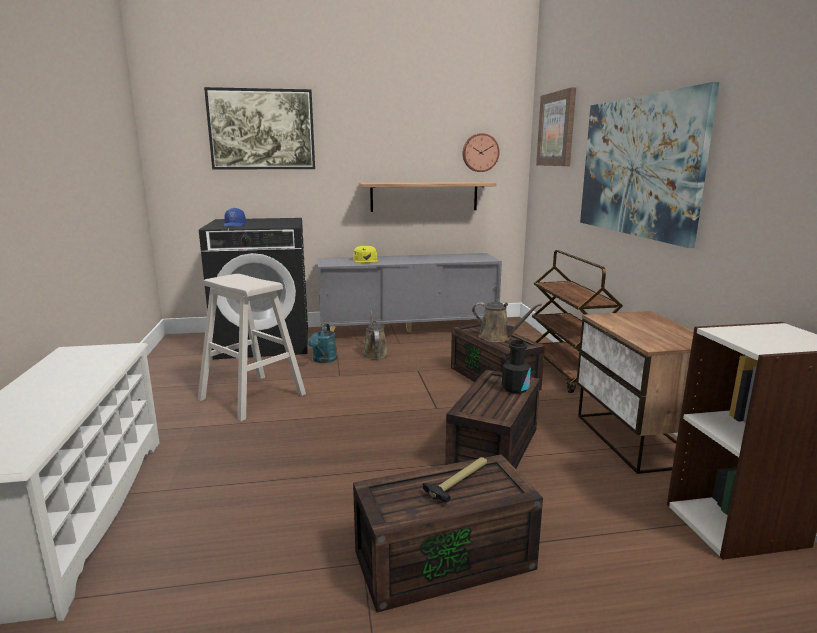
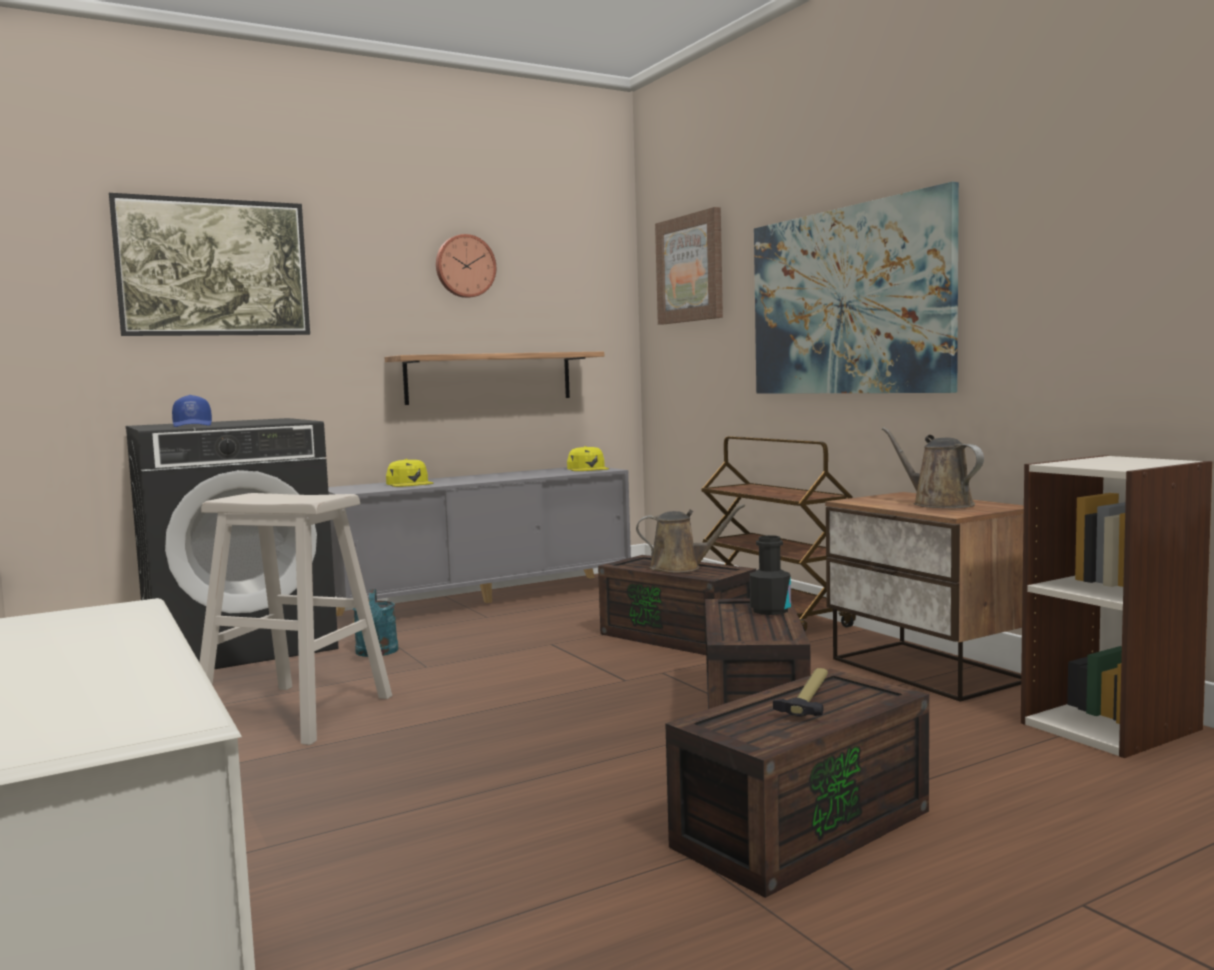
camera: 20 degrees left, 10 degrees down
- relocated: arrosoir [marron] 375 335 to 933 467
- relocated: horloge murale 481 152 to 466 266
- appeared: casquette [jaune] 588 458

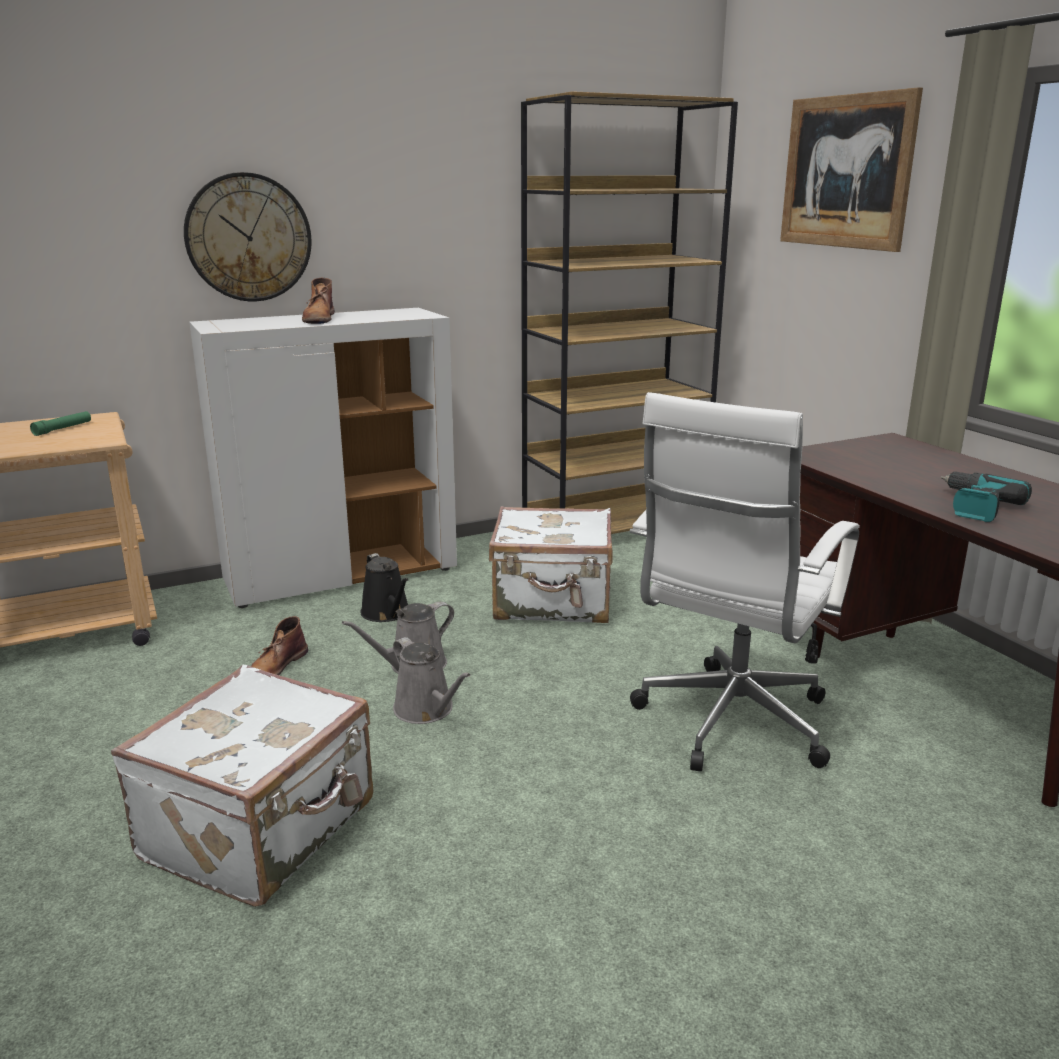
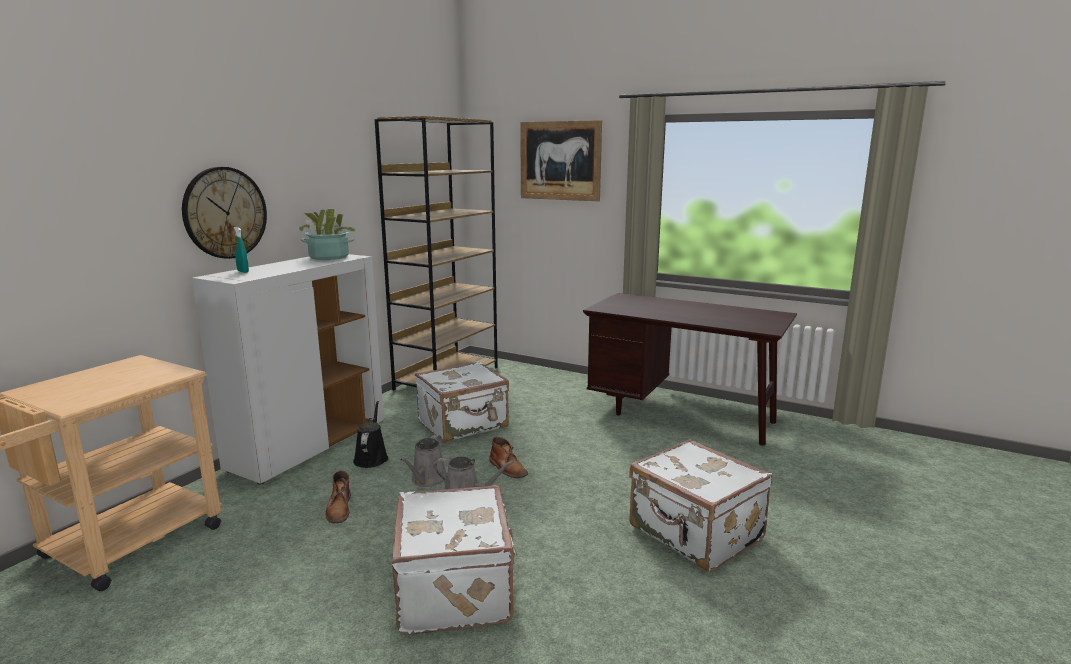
camera: 35 degrees left, 5 degrees down
- missing: lampe de poche [vert] 60 423
- relocated: botte [marron] 318 300 to 508 457
- spun: arrosoir [noir] 384 587 = 370 434 120 degrees counterclockwise
- missing: chaise de bureau [blanc] 745 581
- missing: perceuse 986 496
- appeared: vaporisateur [turquoise] 241 250
- appeared: plante en pot 326 234
- appeared: valise [blanc] 701 505

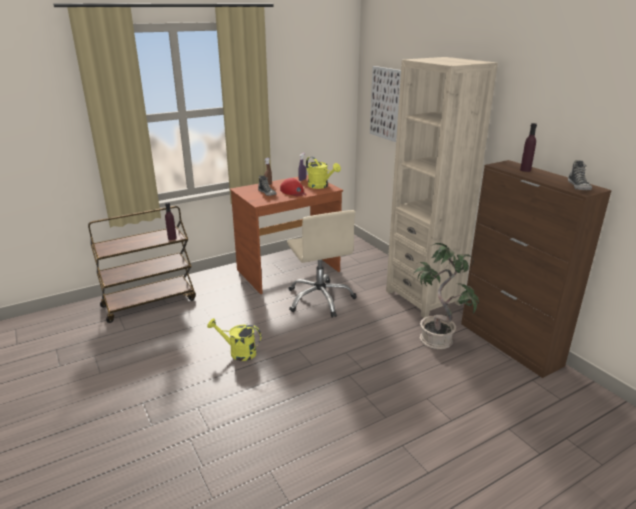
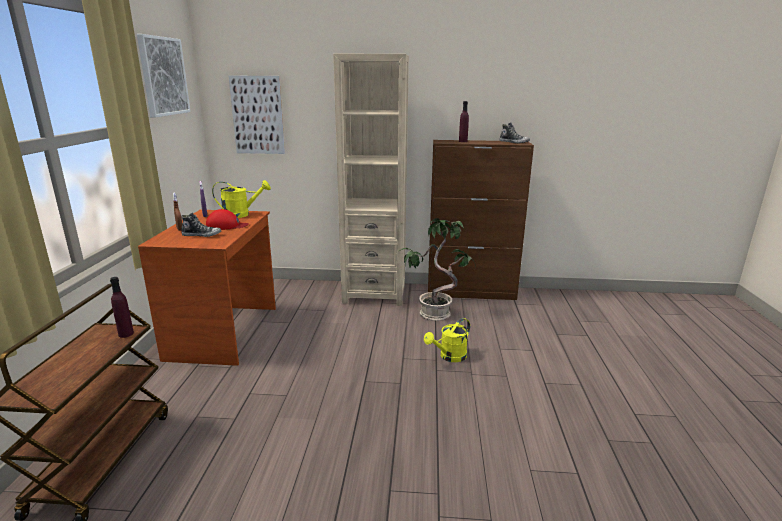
camera: 55 degrees left, 5 degrees down
- relocated: arrosoir [jaune] 234 339 to 447 340
- missing: chaise de bureau [beige] 322 263
- appeared: tableau 164 76

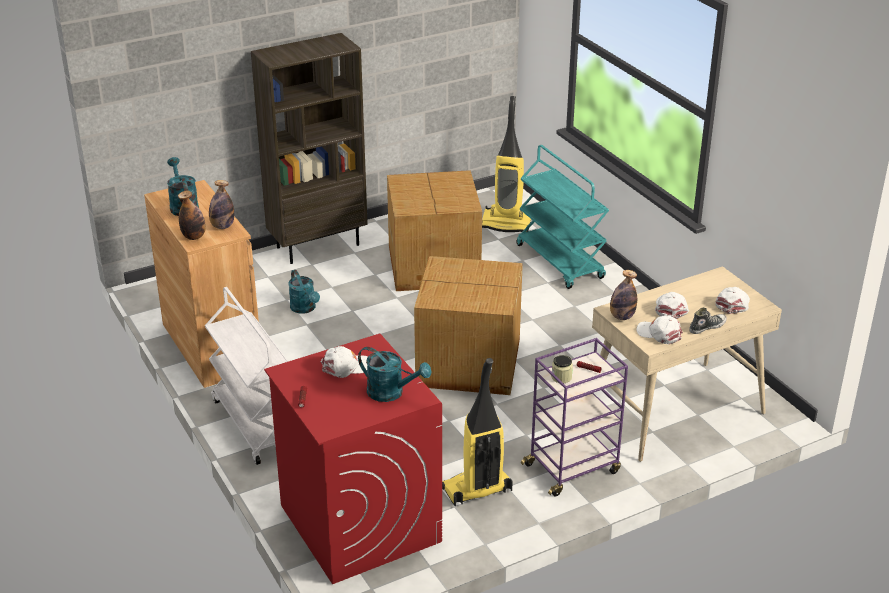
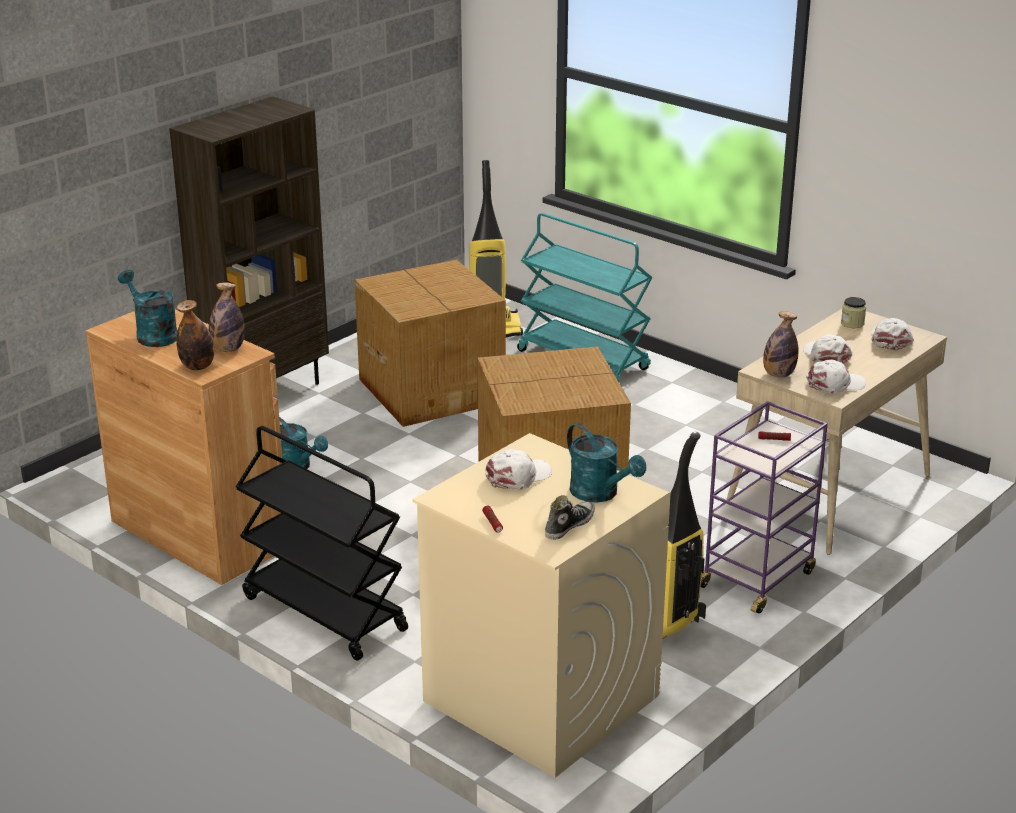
camera: 20 degrees left, 5 degrees down
- colour: chariot [blanc] 247 376 to chariot [noir] 322 543
- colour: lave-linge [rouge] 353 459 to lave-linge [beige] 541 605
- spun: arrosoir [turquoise] 395 374 = 606 463 45 degrees clockwise
- relocated: bocal 562 369 to 853 312
- spun: casquette [blanc] 659 329 = 836 376 150 degrees clockwise
- relocated: chaussure 708 320 to 570 517

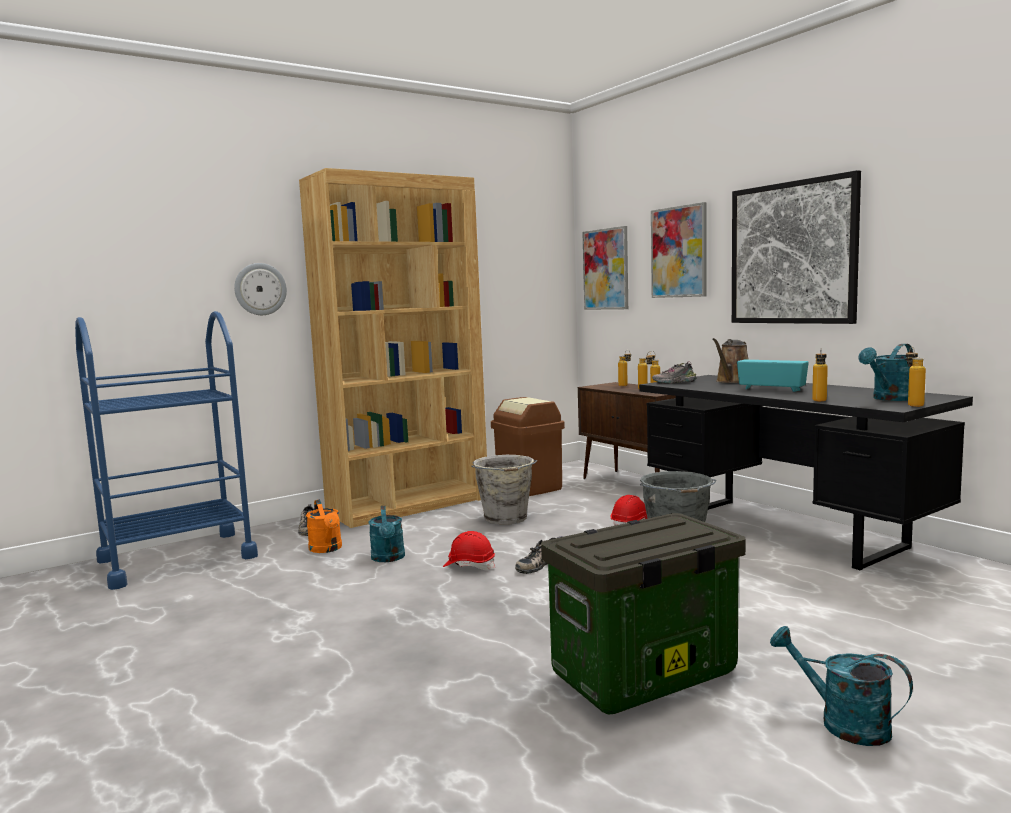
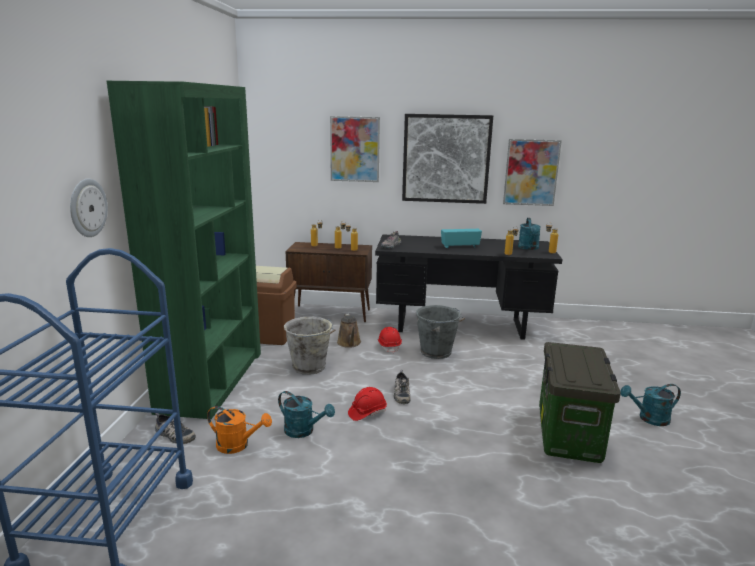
camera: 50 degrees left, 10 degrees up
- colour: bibliothèque [marron] 393 348 to bibliothèque [vert] 183 250
- relocated: tableau 605 268 to 532 172
- relocated: arrosoir [marron] 730 360 to 349 331

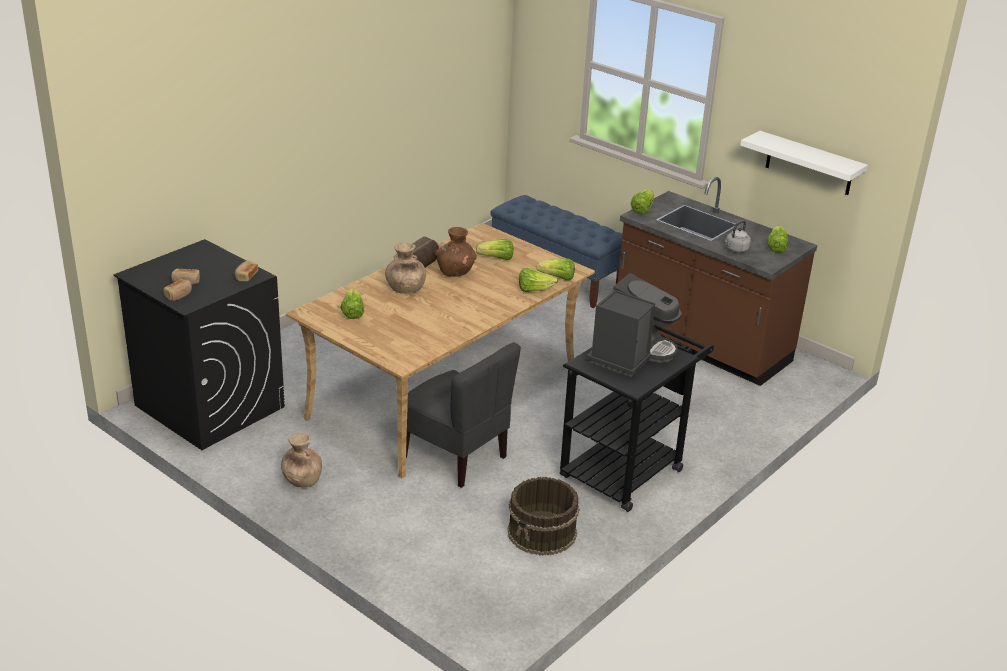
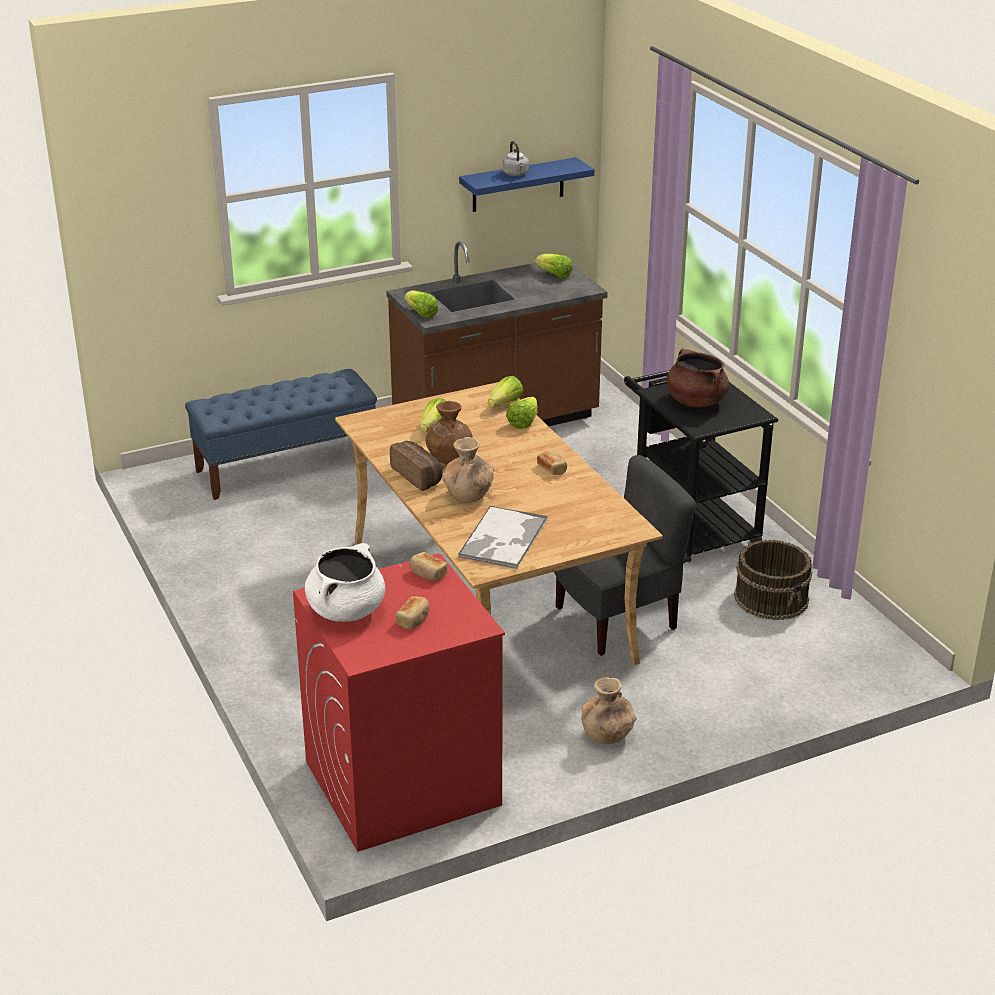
camera: 65 degrees left, 0 degrees up
- colour: lave-linge [noir] 199 344 to lave-linge [rouge] 399 702
- relocated: pain 178 290 to 552 462
- exchanged: laitue 352 303 to plateau 503 537
- exchanged: machine à café 634 325 to marmite [marron] 697 377
- relocated: bouilloire [gris] 738 237 to 515 158
- colour: étagère [blanc] 804 163 to étagère [bleu] 526 184
- appeared: marmite [blanc] 345 582

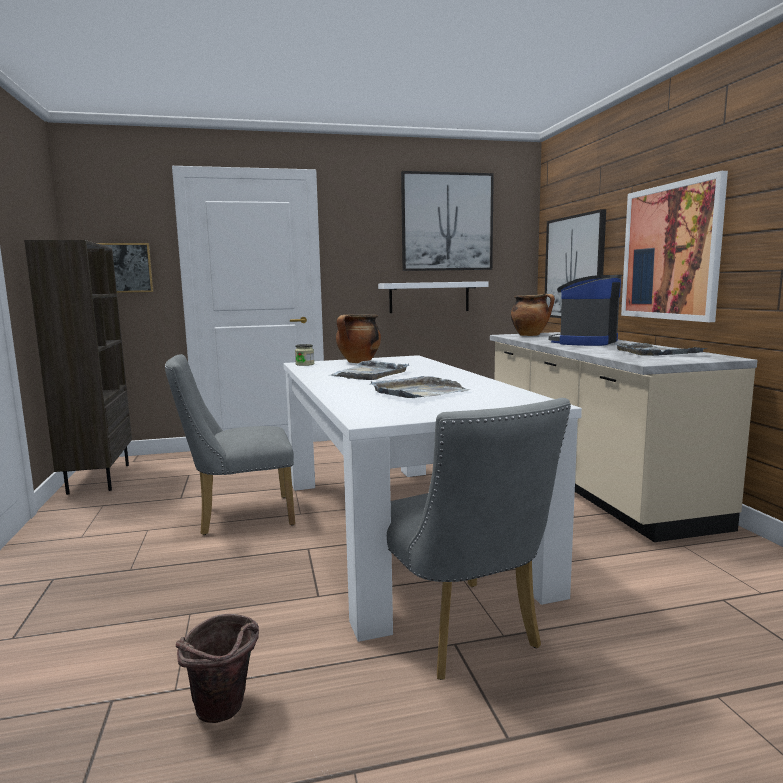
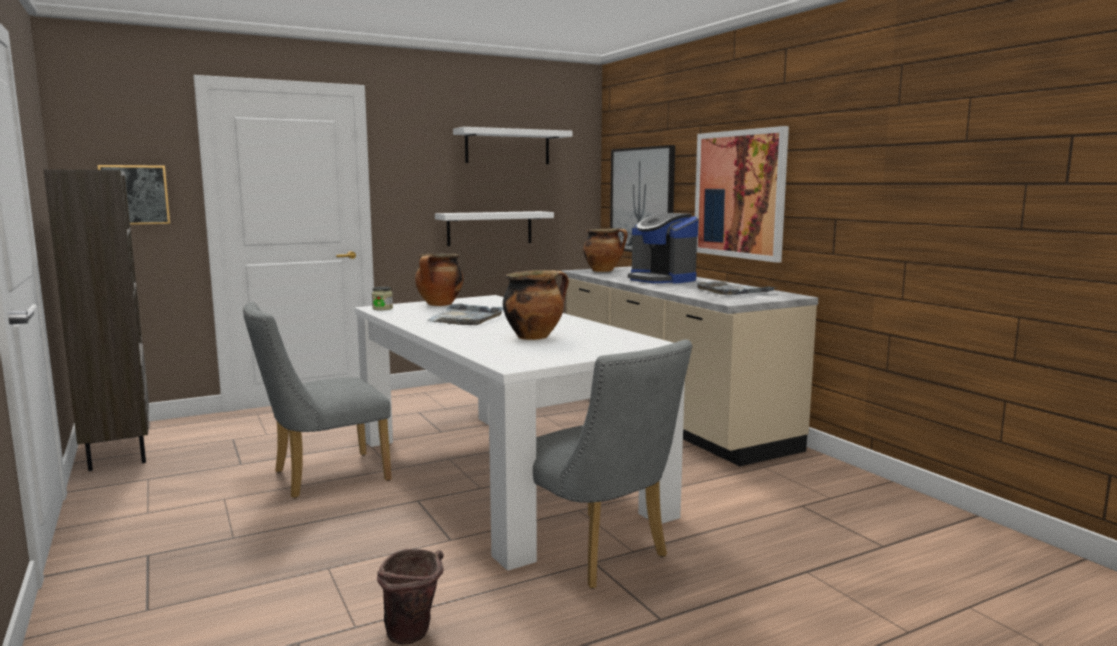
camera: 15 degrees left, 0 degrees up
- exchanged: plateau [gris] 421 387 to marmite 536 305
- exchanged: tableau 447 221 to étagère [blanc] 512 145
- spun: machine à café 585 310 = 663 248 60 degrees counterclockwise

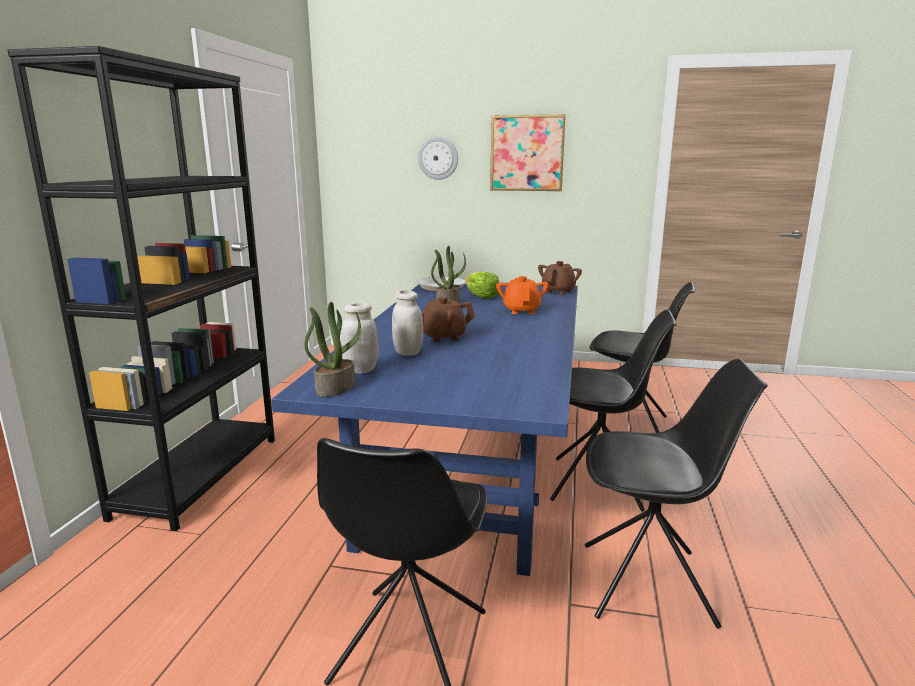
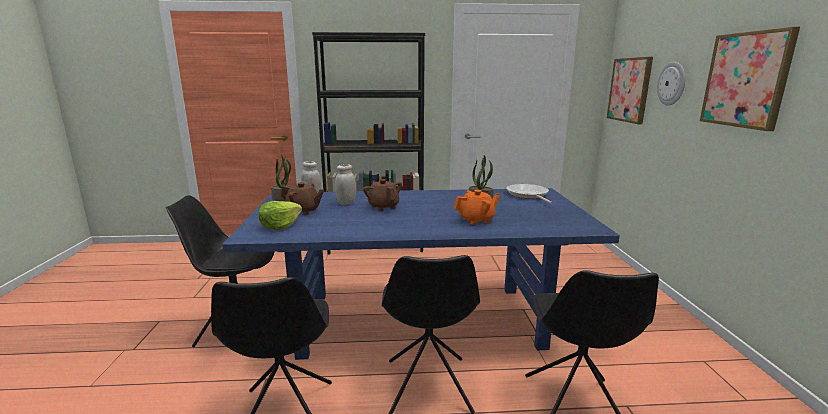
camera: 75 degrees right, 0 degrees up
- relocated: laitue 482 284 to 280 215
- relocated: théière [marron] 560 278 to 302 198
- appeared: tableau 630 90

